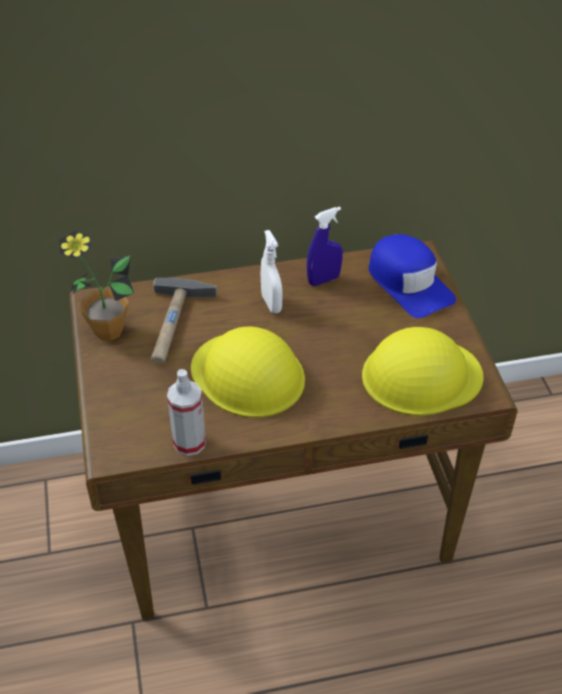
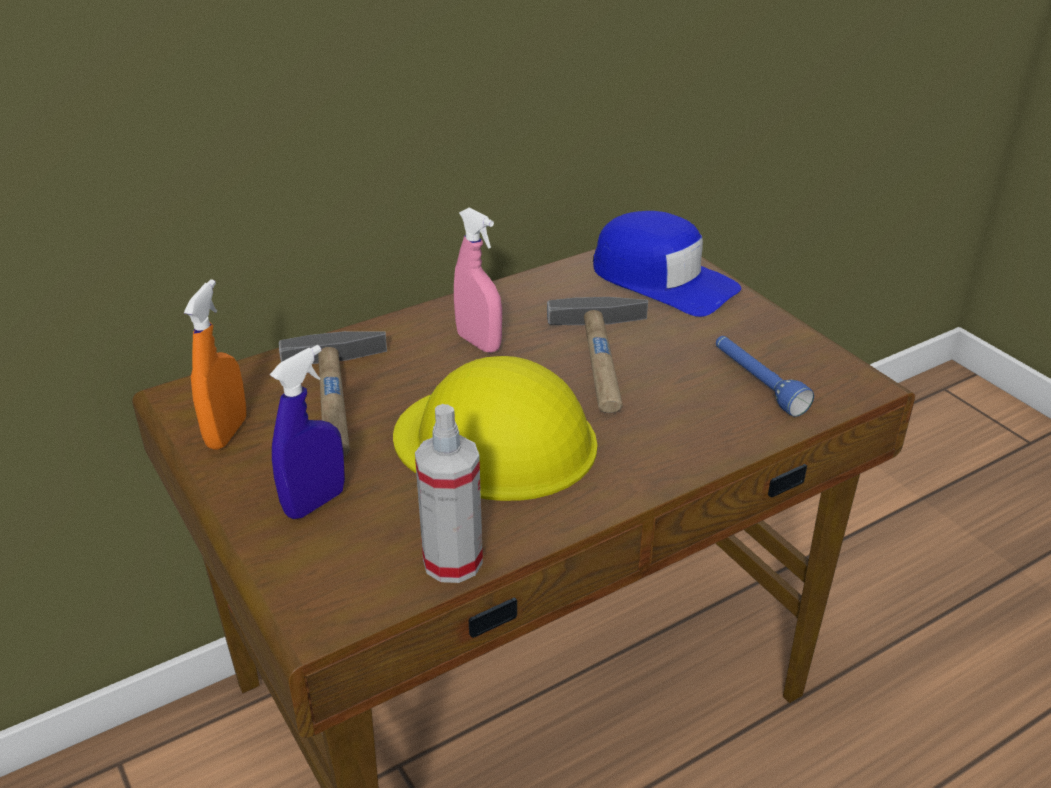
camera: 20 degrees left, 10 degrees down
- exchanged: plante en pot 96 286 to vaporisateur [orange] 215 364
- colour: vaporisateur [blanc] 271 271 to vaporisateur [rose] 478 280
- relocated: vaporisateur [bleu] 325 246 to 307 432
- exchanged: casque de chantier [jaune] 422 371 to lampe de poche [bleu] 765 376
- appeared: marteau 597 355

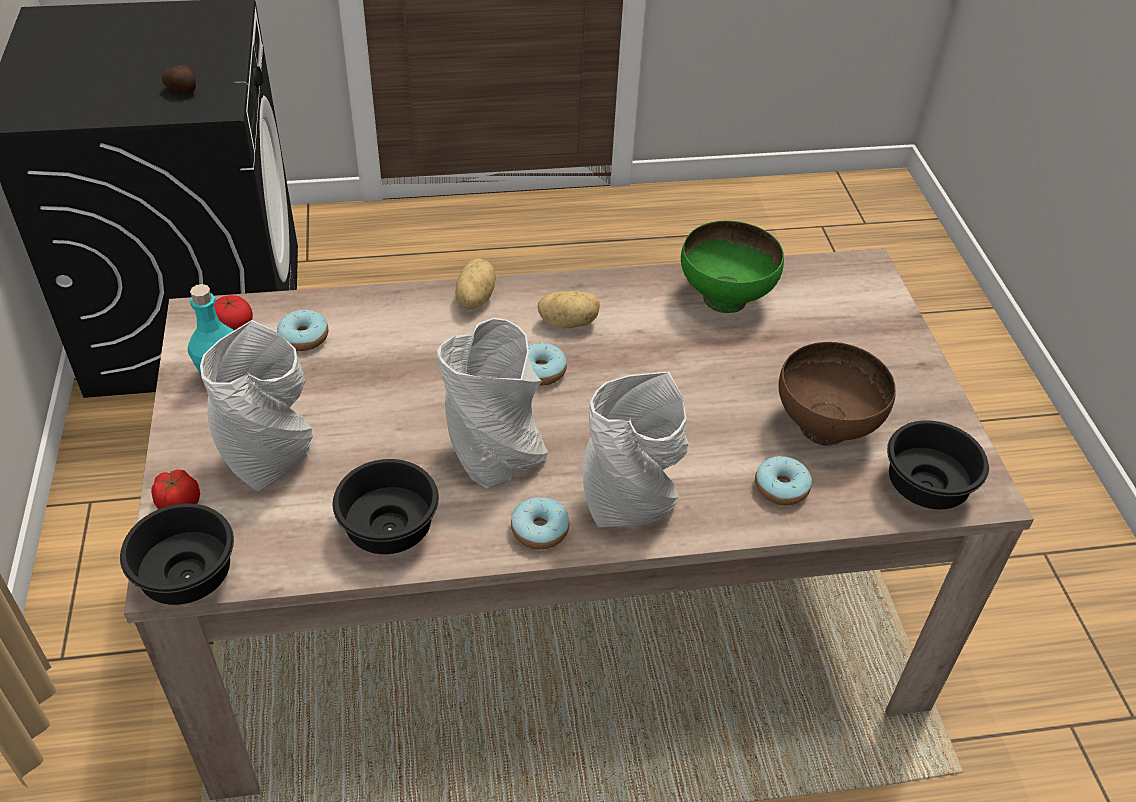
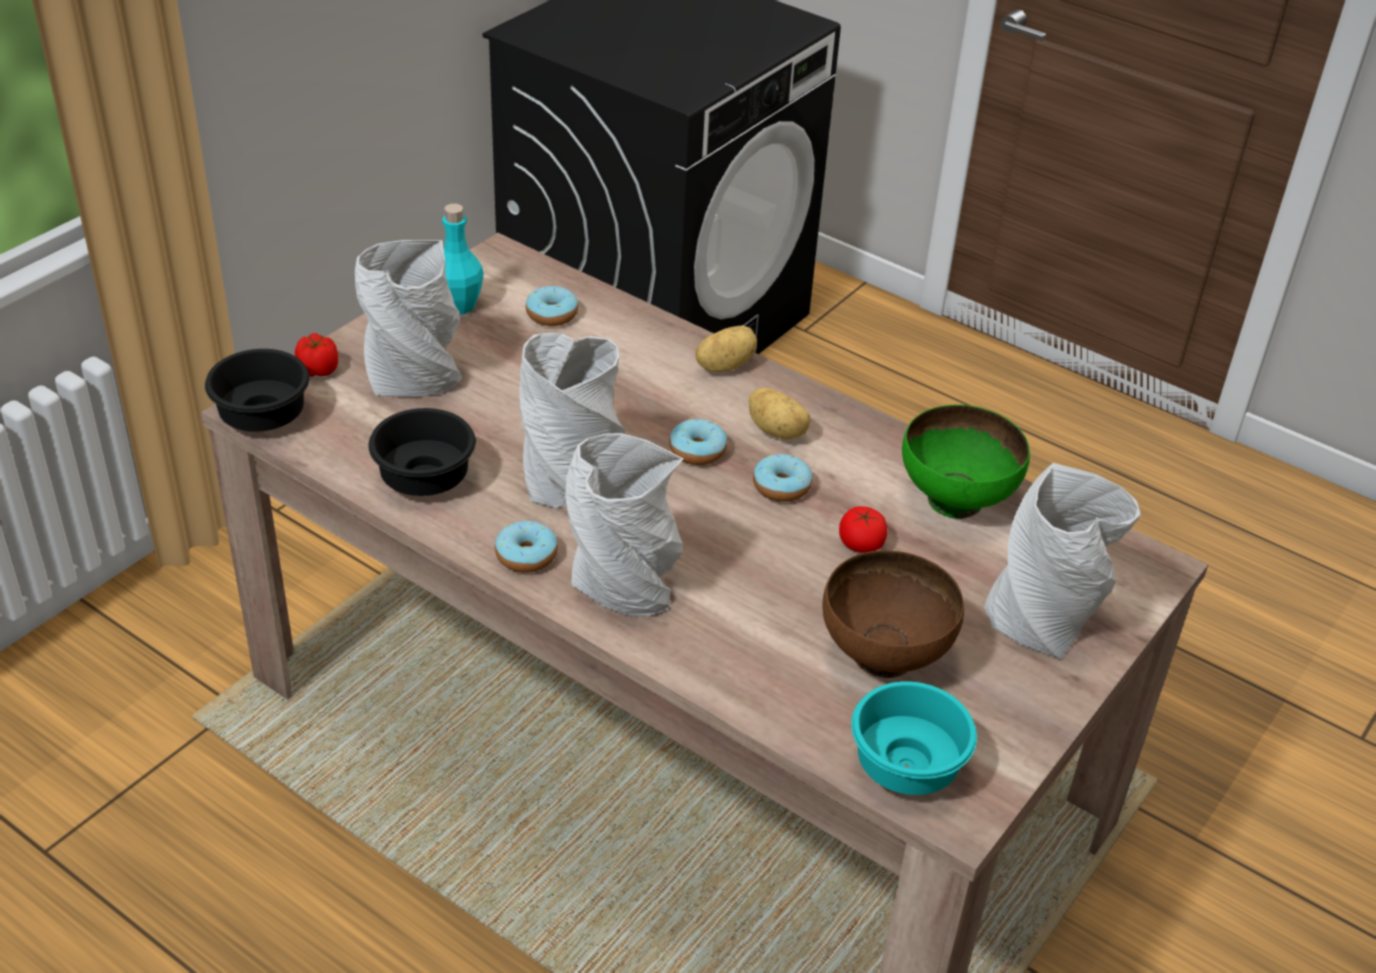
camera: 45 degrees right, 5 degrees down
- missing: pomme de terre 179 79
- relocated: tomate 233 312 to 863 529
- relocated: beignet 783 480 to 782 478
- colour: bol [noir] 938 464 to bol [turquoise] 914 738
- appeared: vase [gris] 1062 561

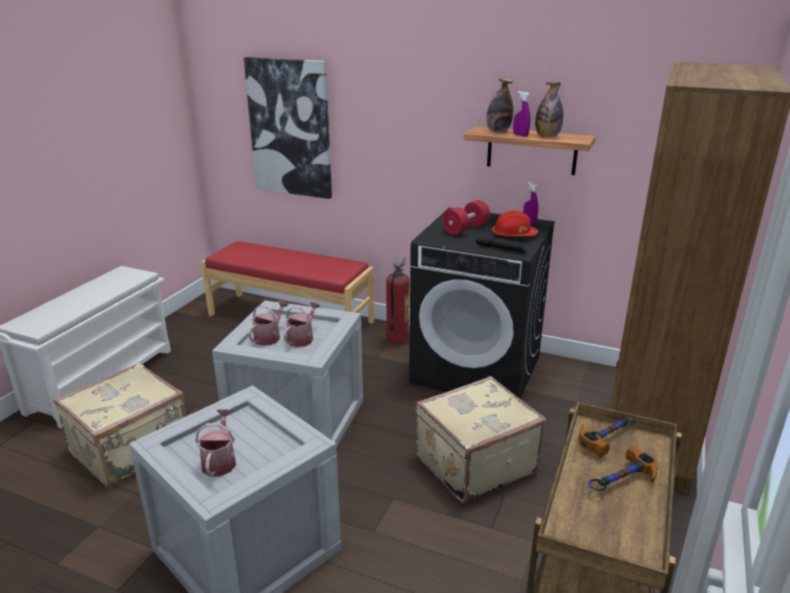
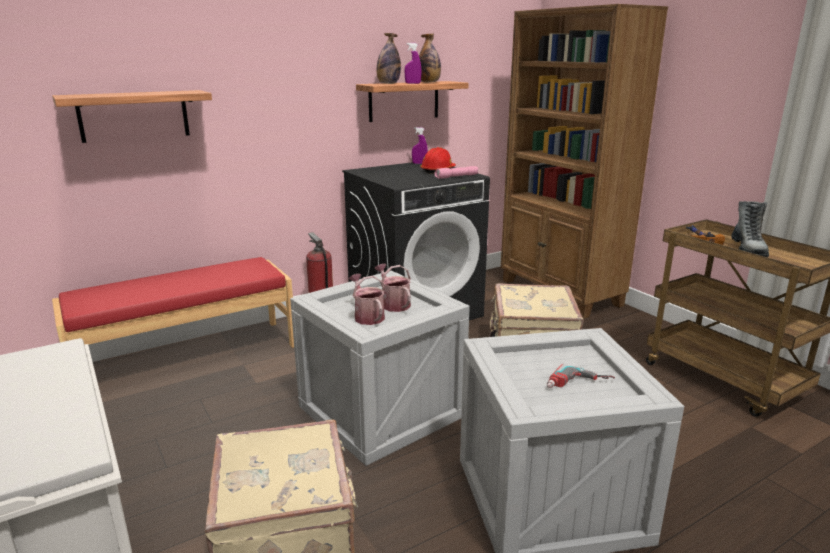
camera: 55 degrees left, 5 degrees down
- exchanged: arrosoir 215 442 to perceuse 581 376
- exchanged: tableau 288 128 to étagère 132 116
- missing: haltère [rouge] 466 217
- colour: lampe de poche [noir] 501 243 to lampe de poche [rose] 456 172
- exchanged: marteau 623 468 to botte 750 229

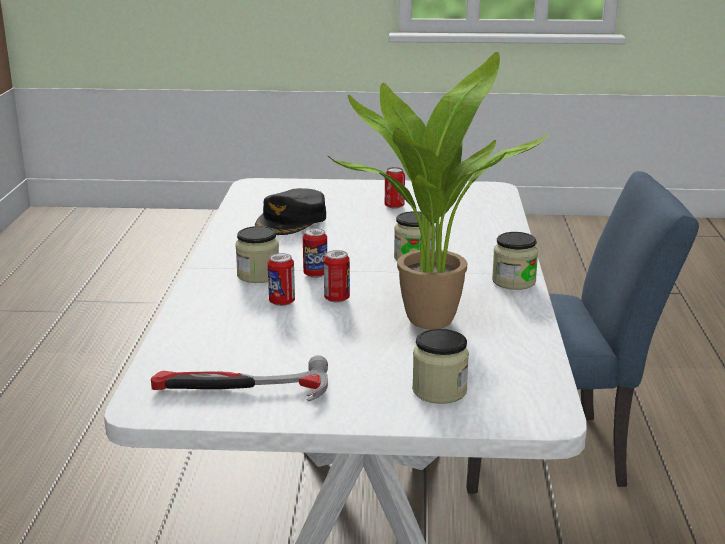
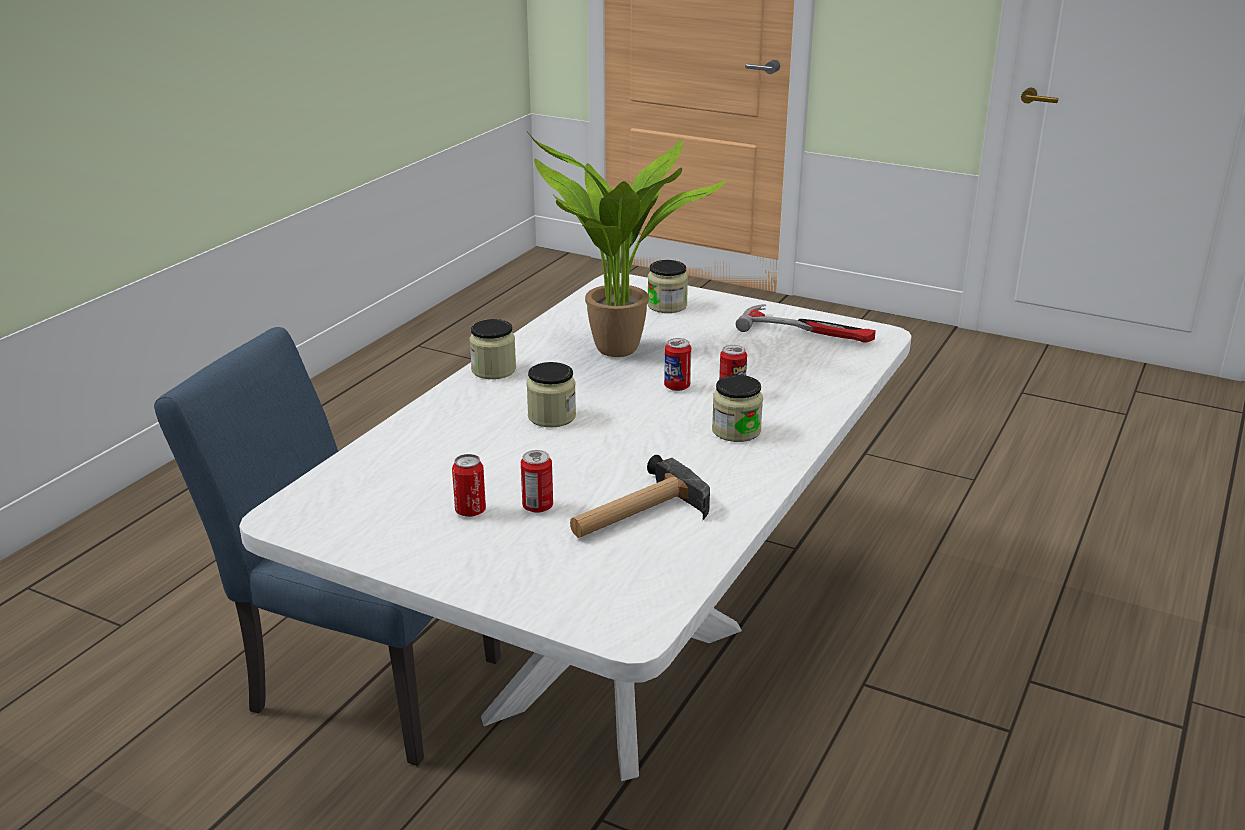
camera: 155 degrees left, 5 degrees up
- exchanged: casquette [noir] 290 211 to marteau 640 496
- relocated: boîte métallique 315 253 to 537 481

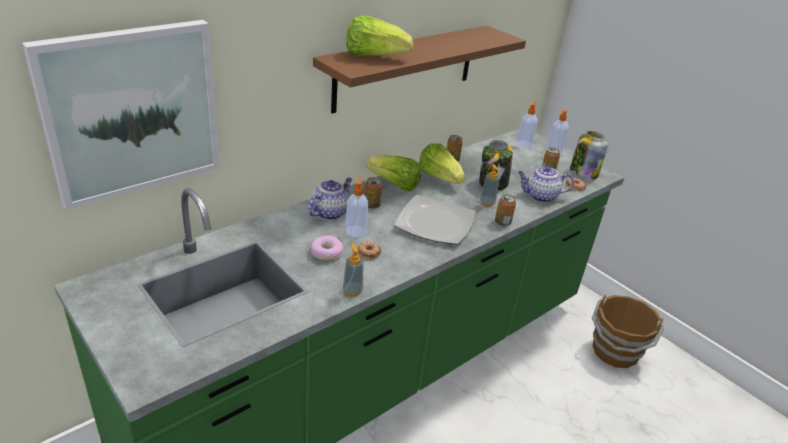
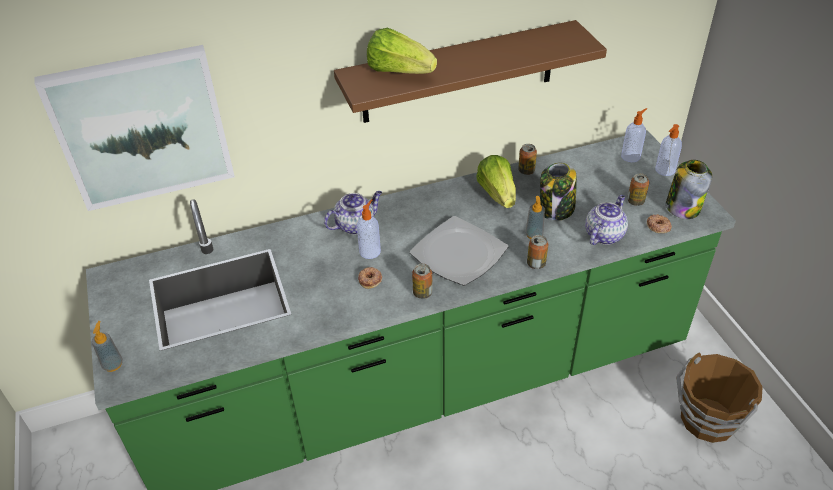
camera: 25 degrees right, 10 degrees up
- missing: beignet 327 248
- relocated: distributeur de savon 353 270 to 107 346
- relocated: boîte métallique 373 193 to 422 281
- missing: laitue 393 173
- spun: théière 546 184 = 606 220 105 degrees clockwise

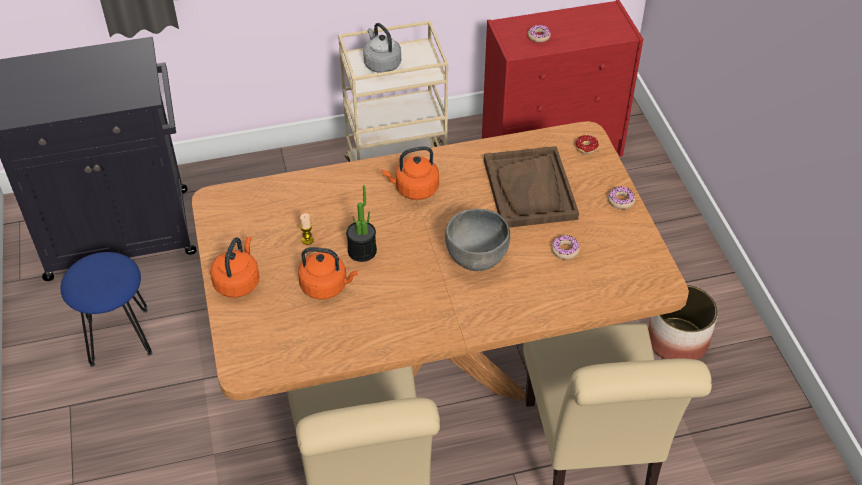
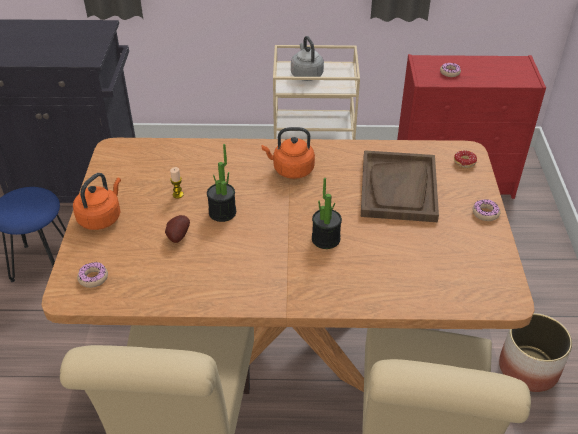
camera: 15 degrees right, 5 degrees down
- exchanged: bouilloire [orange] 328 273 to pomme de terre 177 229
- exchanged: bol [gris] 477 240 to plante en pot 327 213
- relocated: beignet 565 247 to 92 275

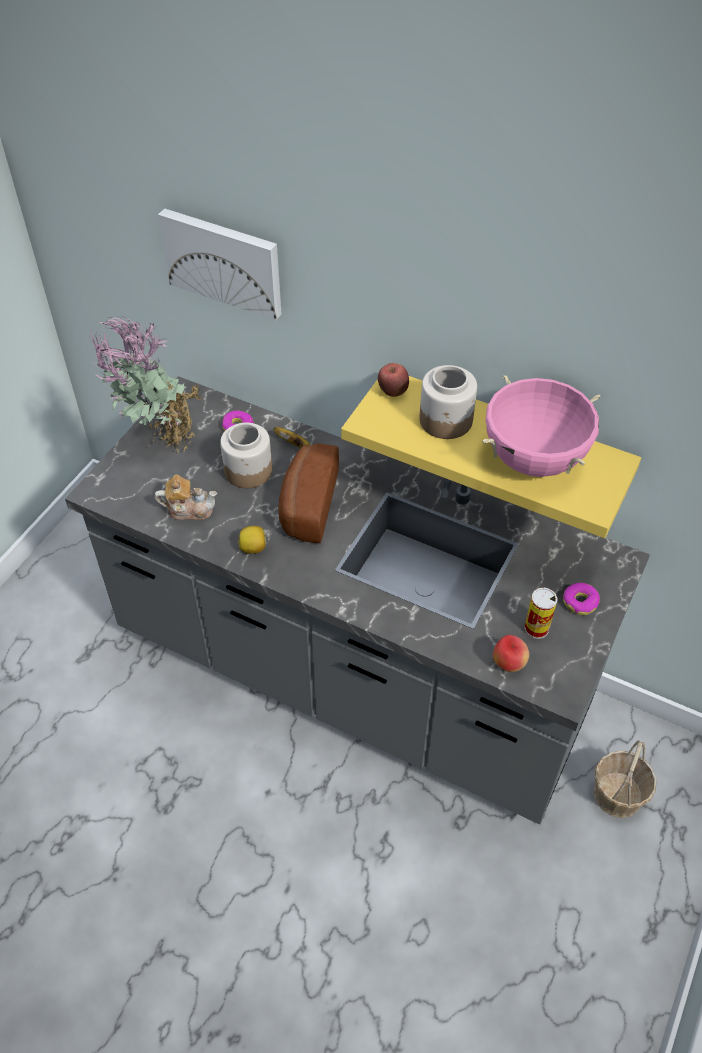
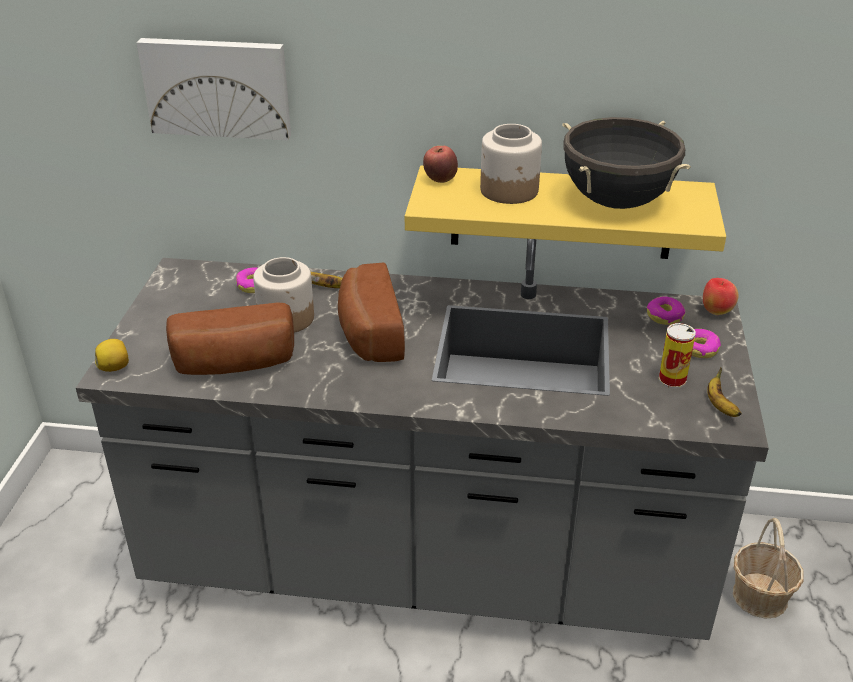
camera: 20 degrees left, 15 degrees down
- missing: plante en pot 146 386
- exchanged: théière 186 497 to pain 230 339
- relocated: citron 252 540 to 112 355
- colour: marmite [rose] 541 426 to marmite [noir] 626 163
- relocated: pomme 511 653 to 720 296
- appeared: beignet 666 310
- appeared: banane 724 392

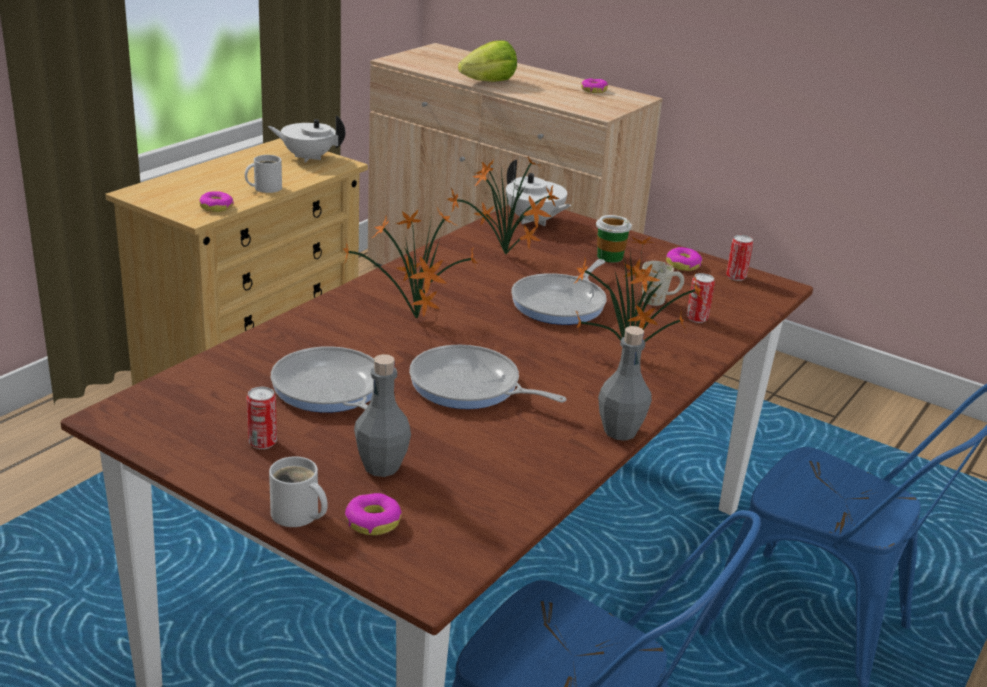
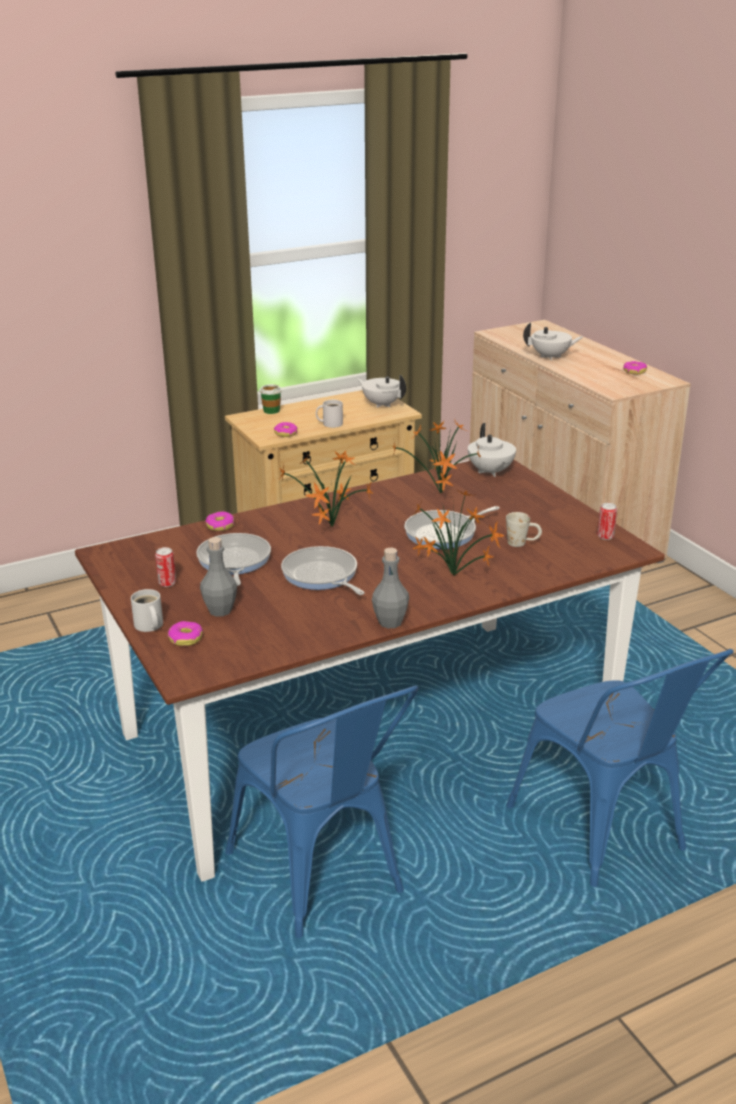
camera: 30 degrees right, 0 degrees up
- exchanged: laitue 487 61 to théière [blanc] 553 341
- relocated: tasse 614 239 to 270 399
- relocated: beignet 684 259 to 220 521
- missing: boîte métallique 701 298

